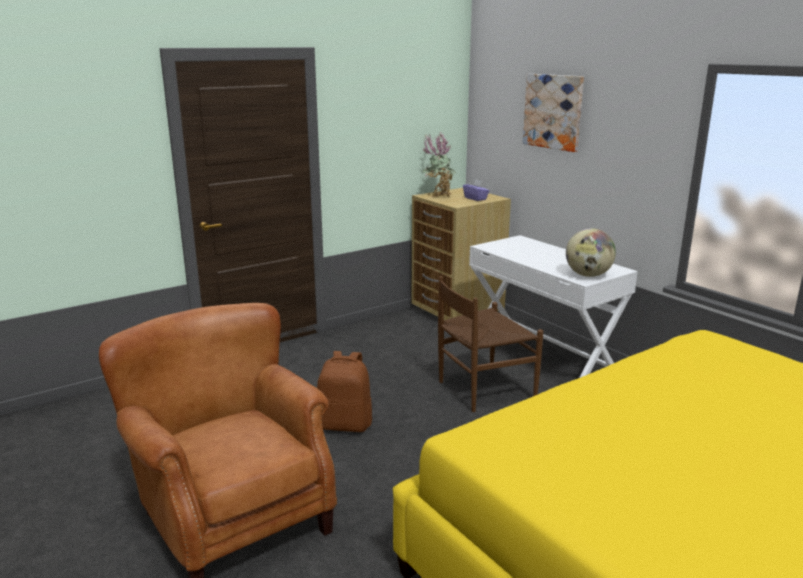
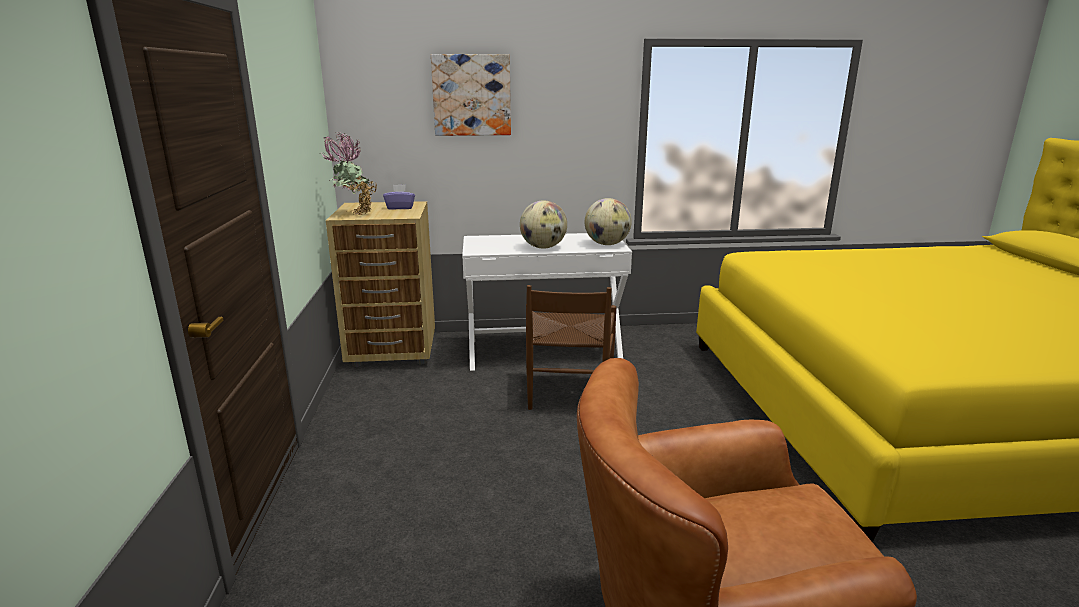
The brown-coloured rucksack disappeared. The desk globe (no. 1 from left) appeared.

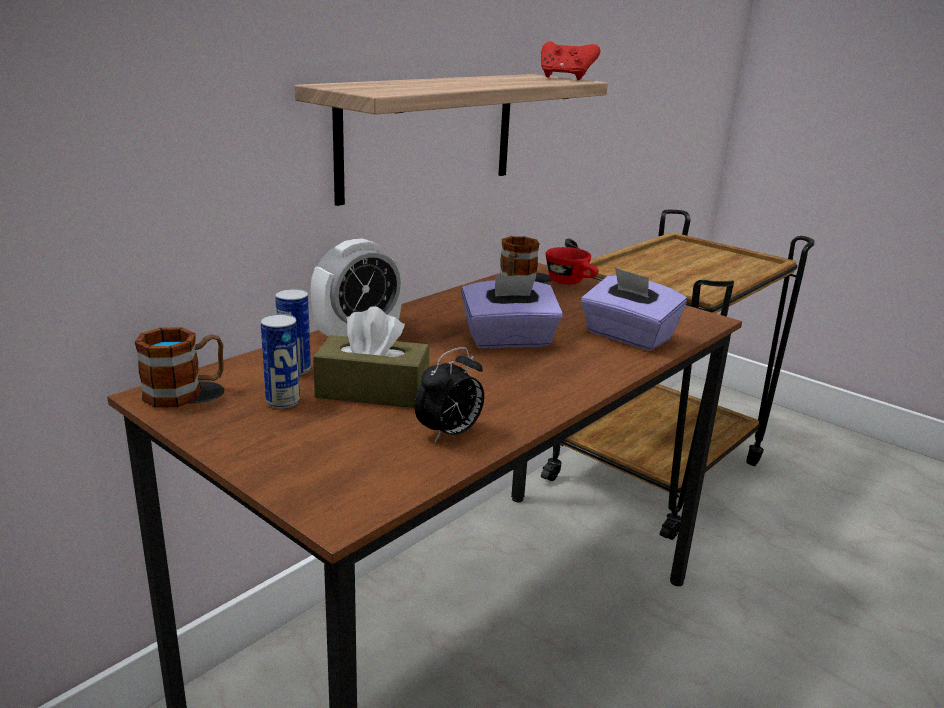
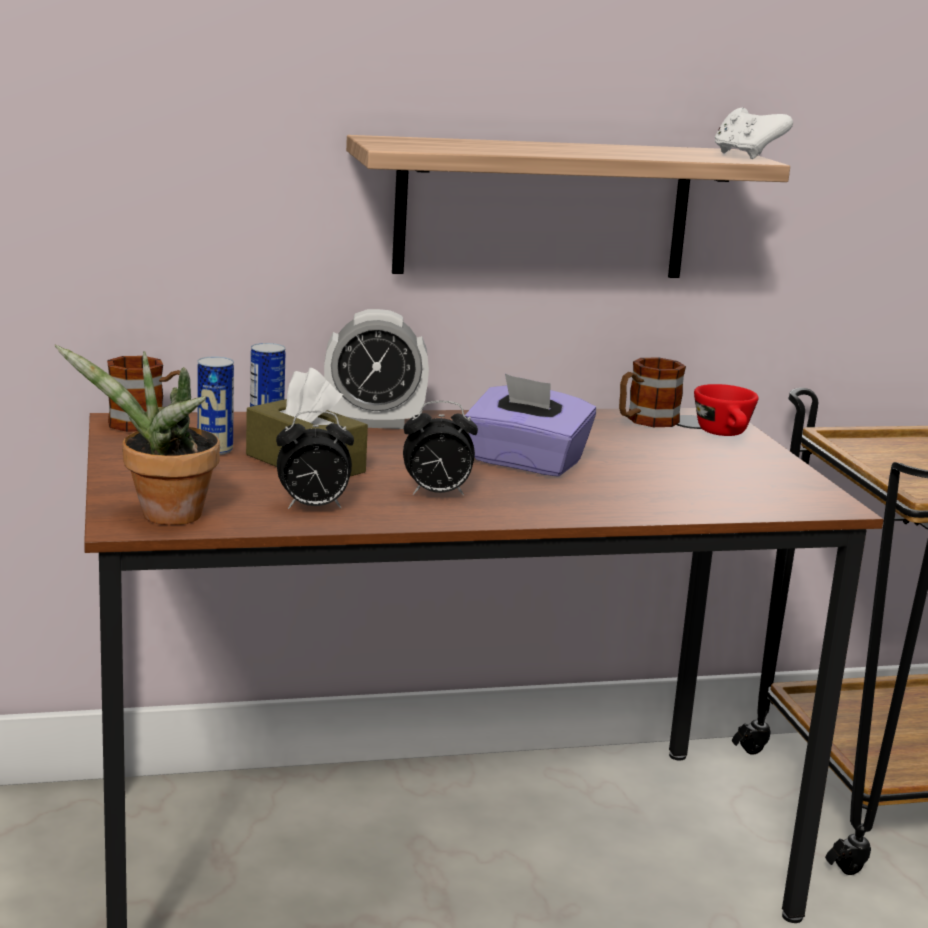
The red joypad became the white joypad. The purple-coloured tissue box (no. 2 from left) disappeared. The houseplant appeared. The alarm clock (no. 3 from left) appeared.

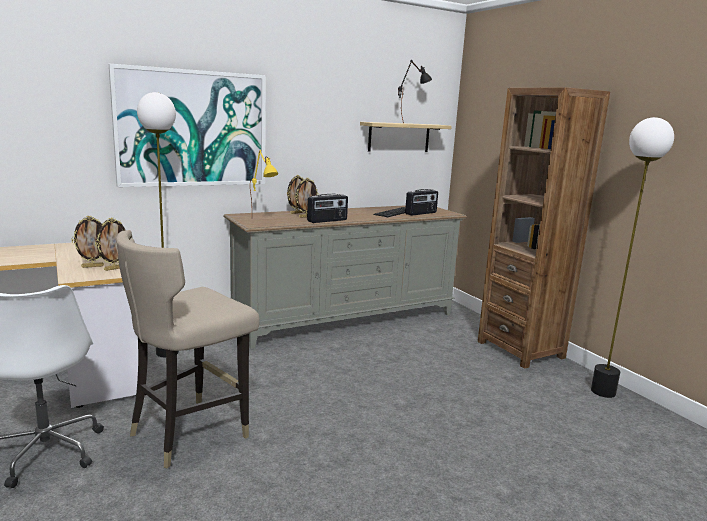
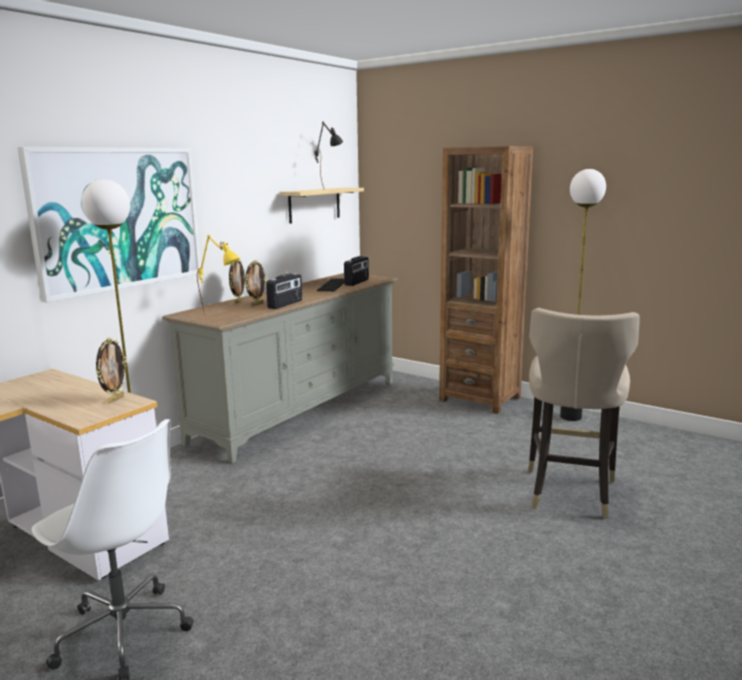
The standing frame (no. 1 from left) disappeared. The sand-coloured stool seat moved.

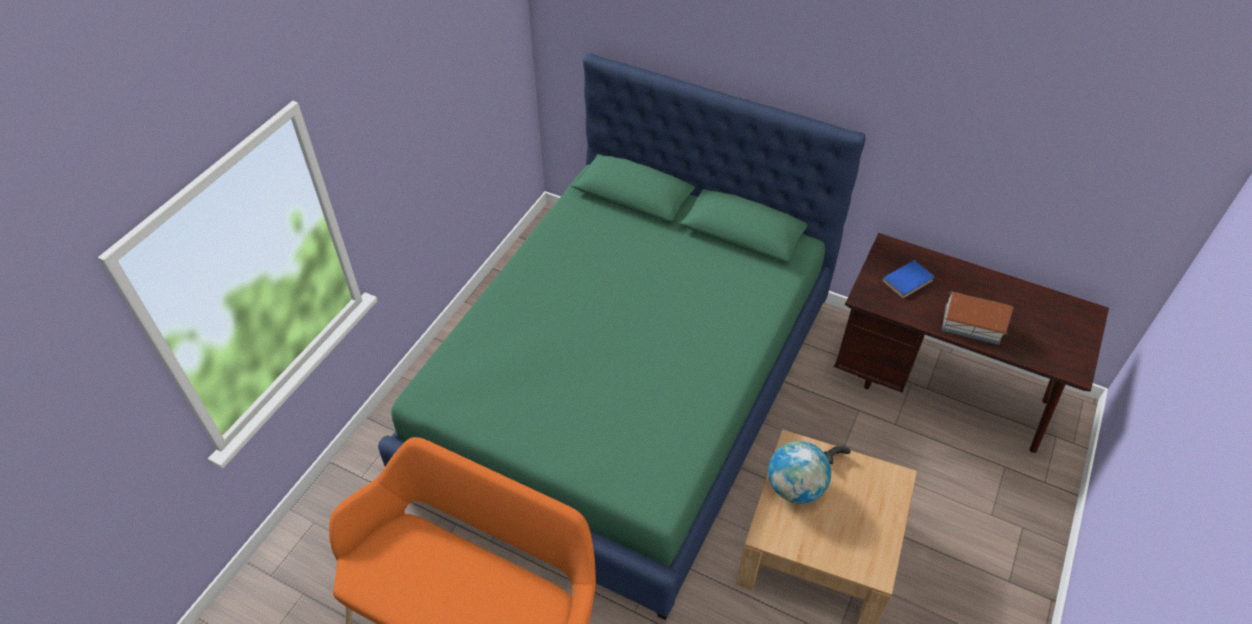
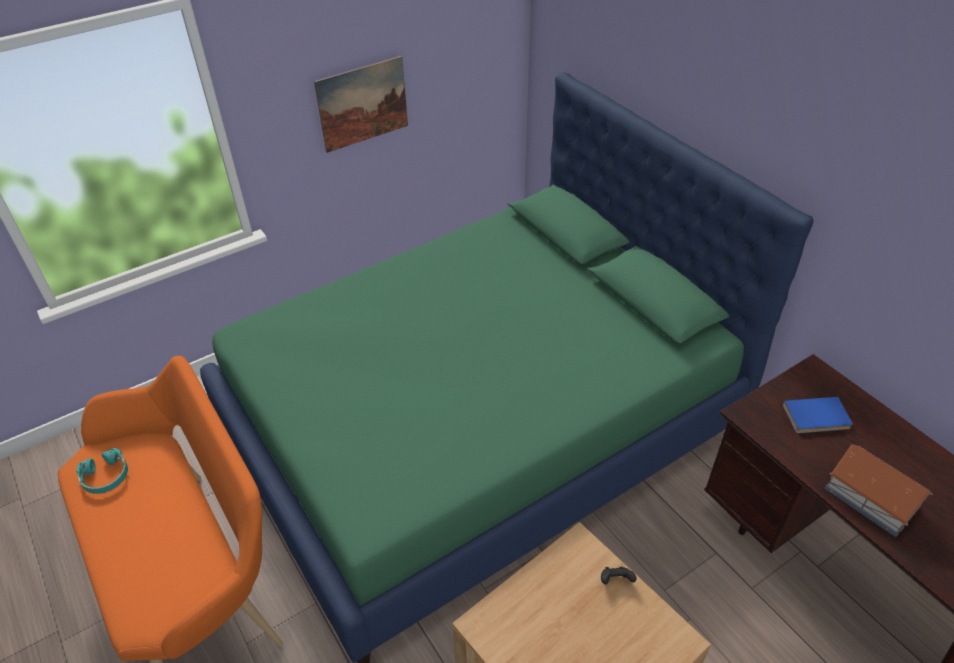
The desk globe disappeared. The wall art appeared. The turquoise headphones appeared.

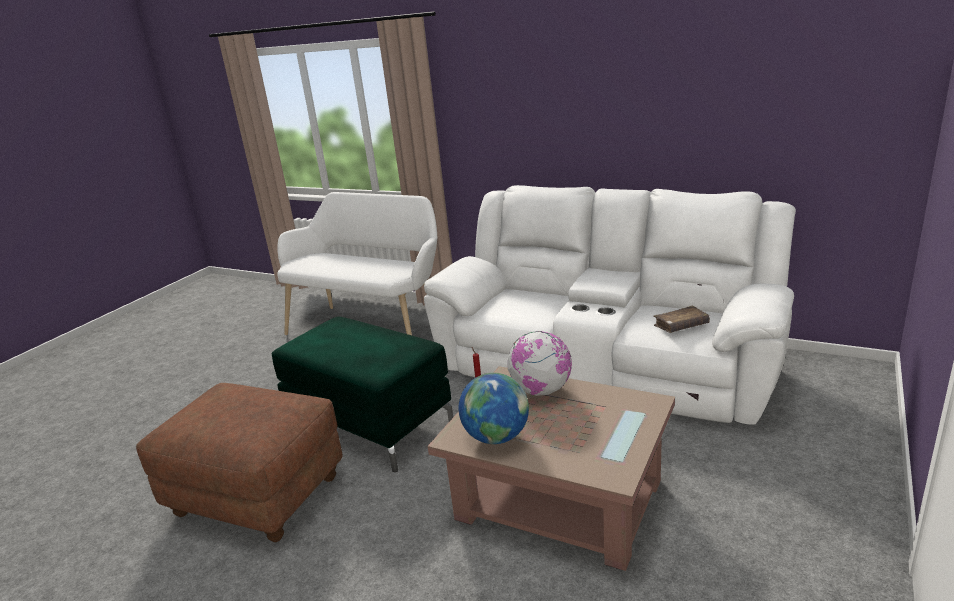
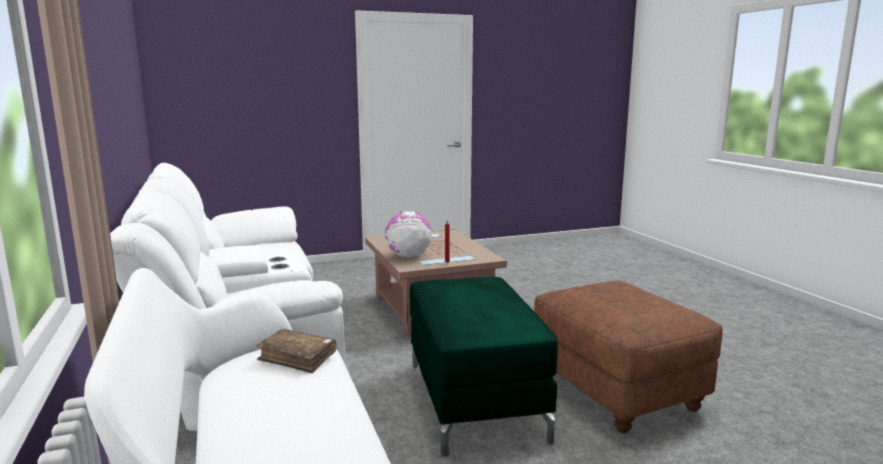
The brown-coloured volume moved. The desk globe (no. 1 from left) disappeared.

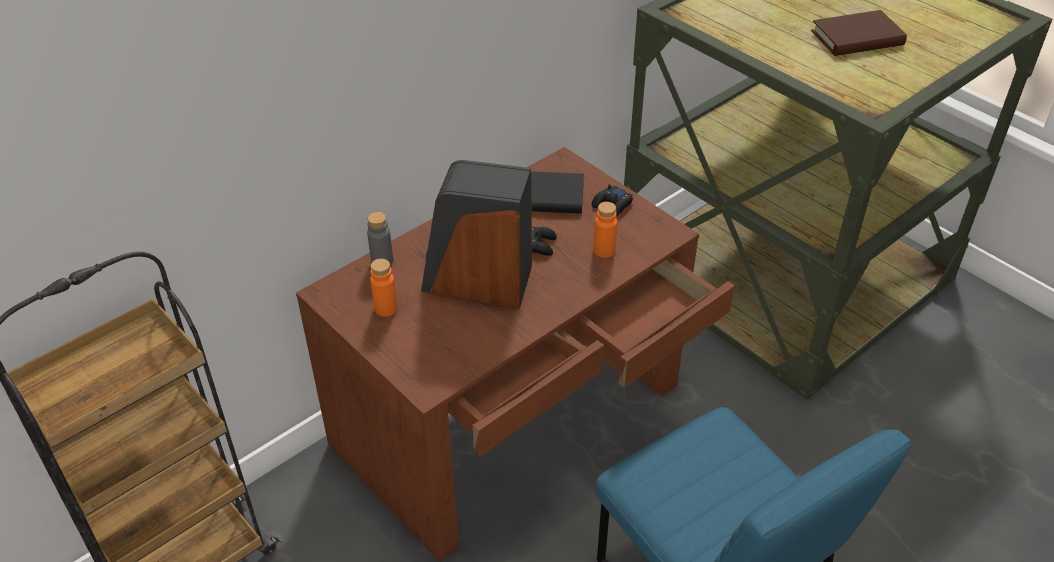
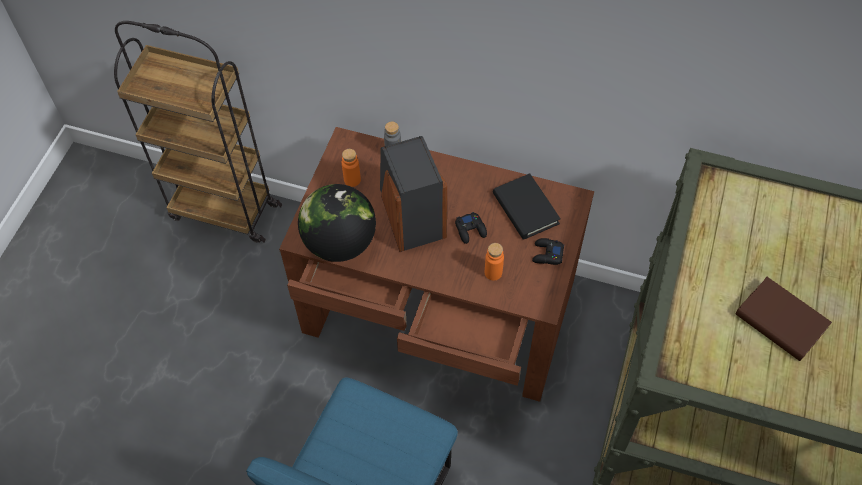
The desk globe appeared.

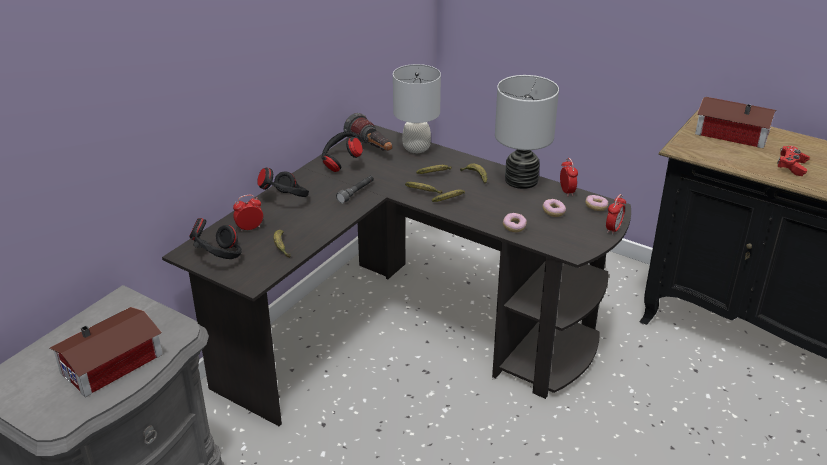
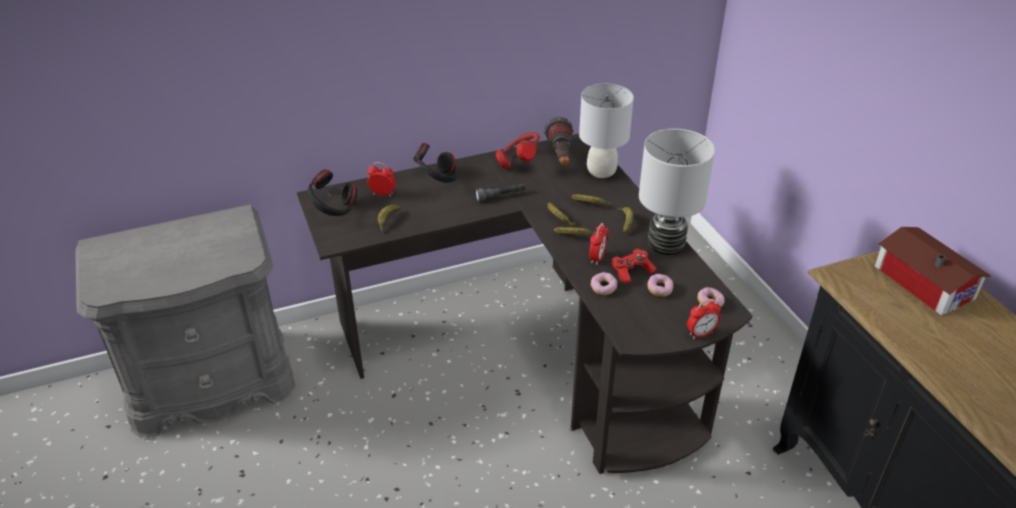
The blackish headphones (no. 3 from left) became the red headphones. The red joypad moved. The alarm clock (no. 2 from left) moved. The model house (no. 1 from left) disappeared.

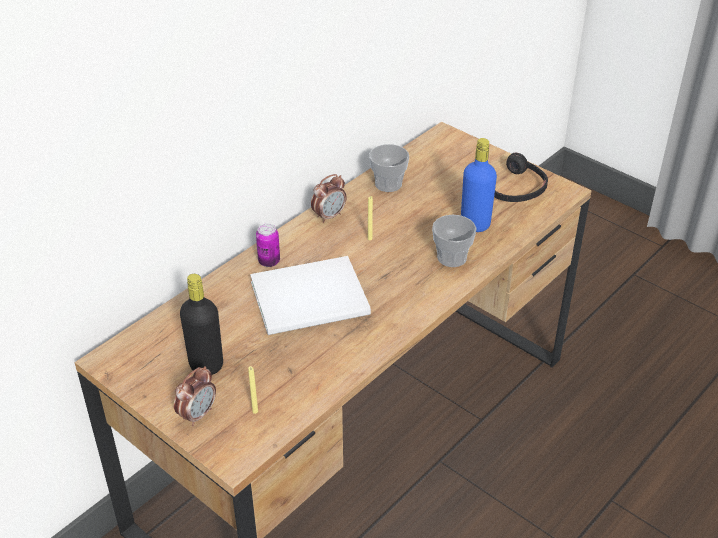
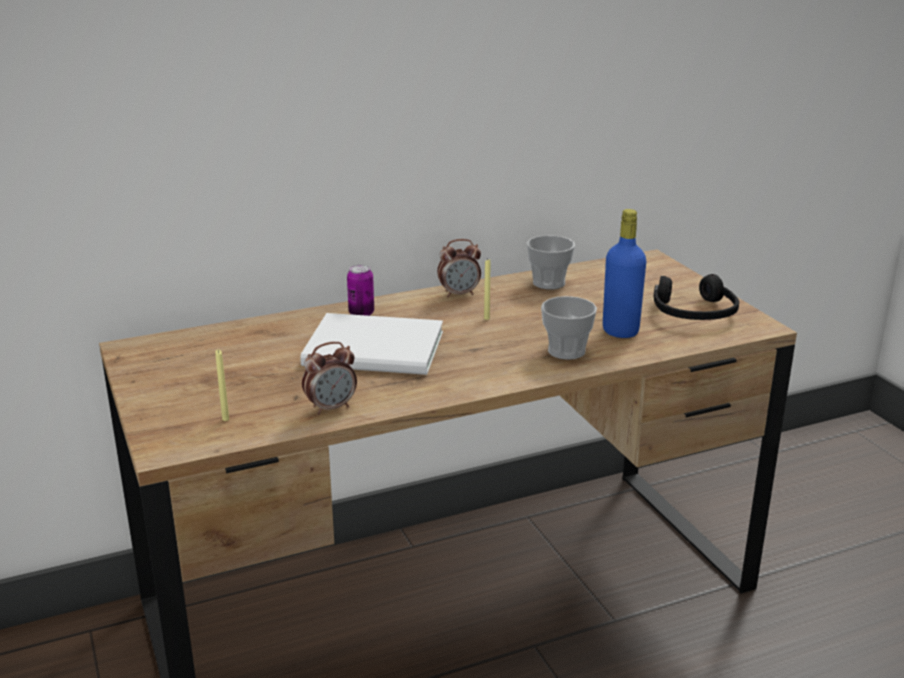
The blackish drink bottle disappeared. The alarm clock (no. 1 from left) moved.

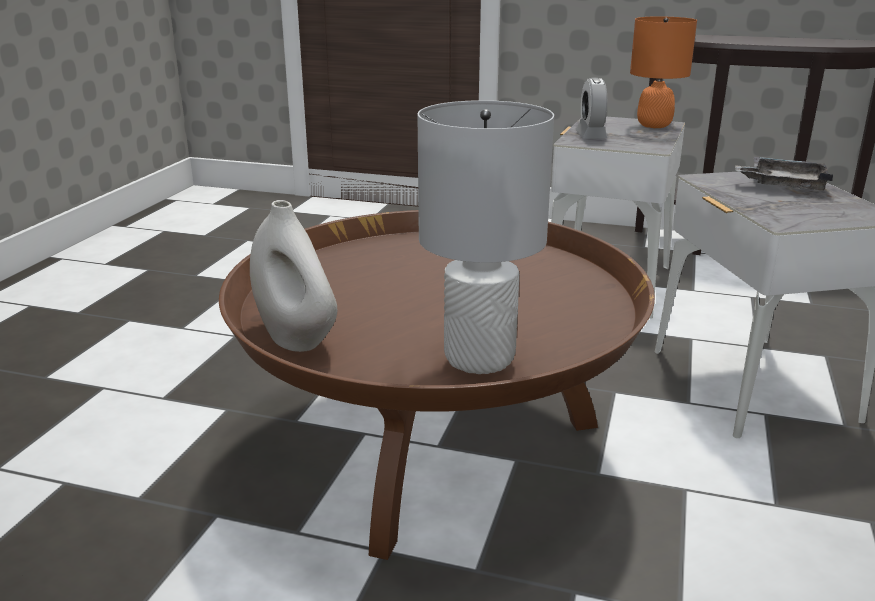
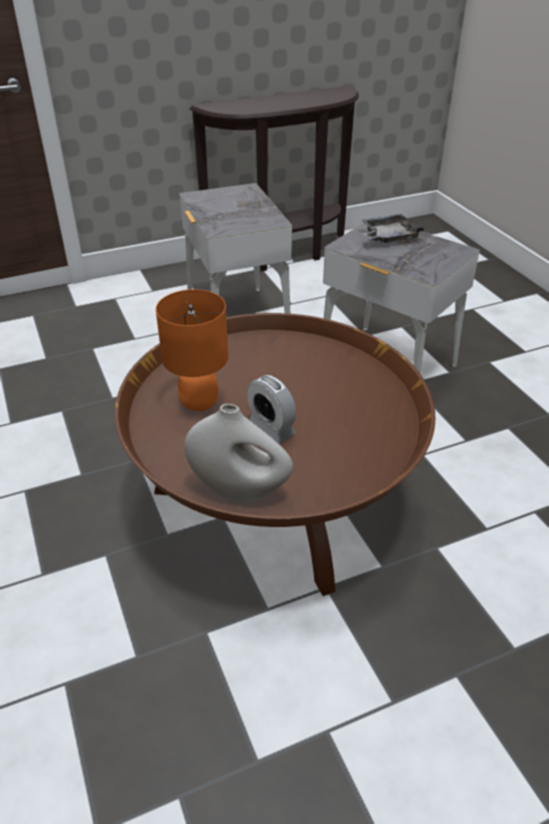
The orange table lamp moved. The alarm clock moved. The grey table lamp disappeared.

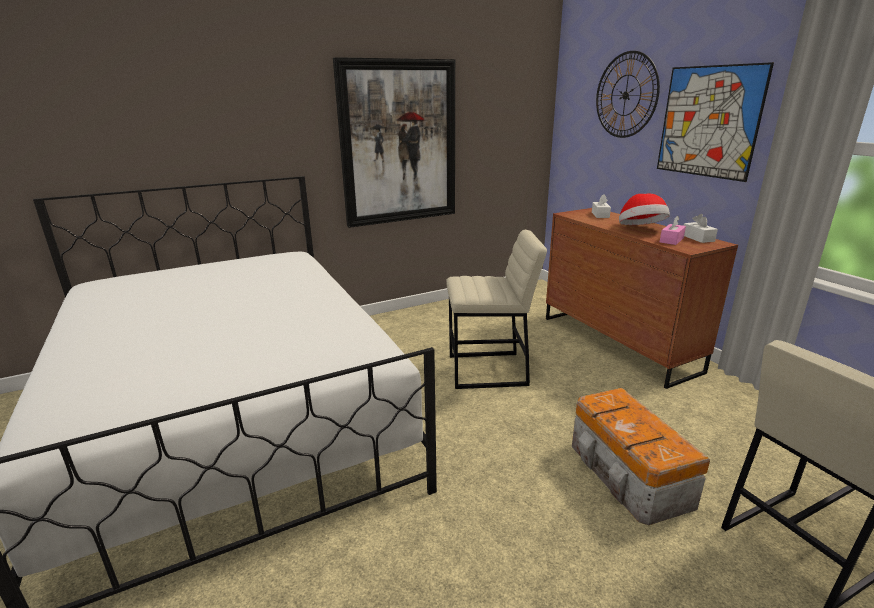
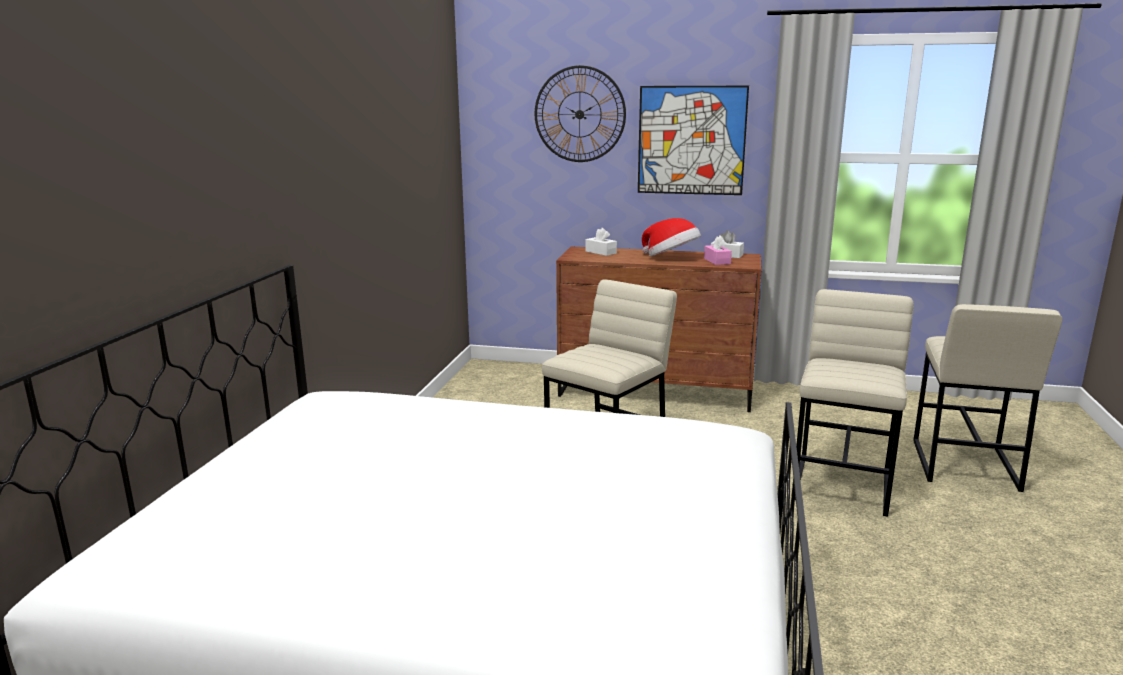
The wall art (no. 1 from left) disappeared. The storage bin was replaced by the sand-coloured upright chair (no. 2 from left).

